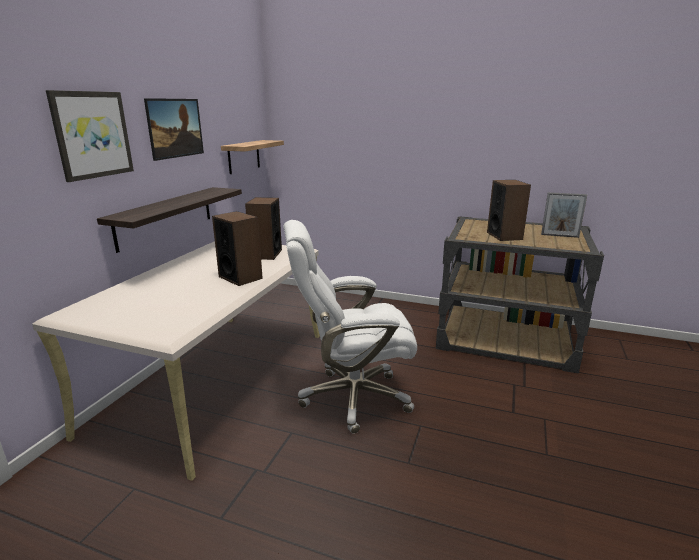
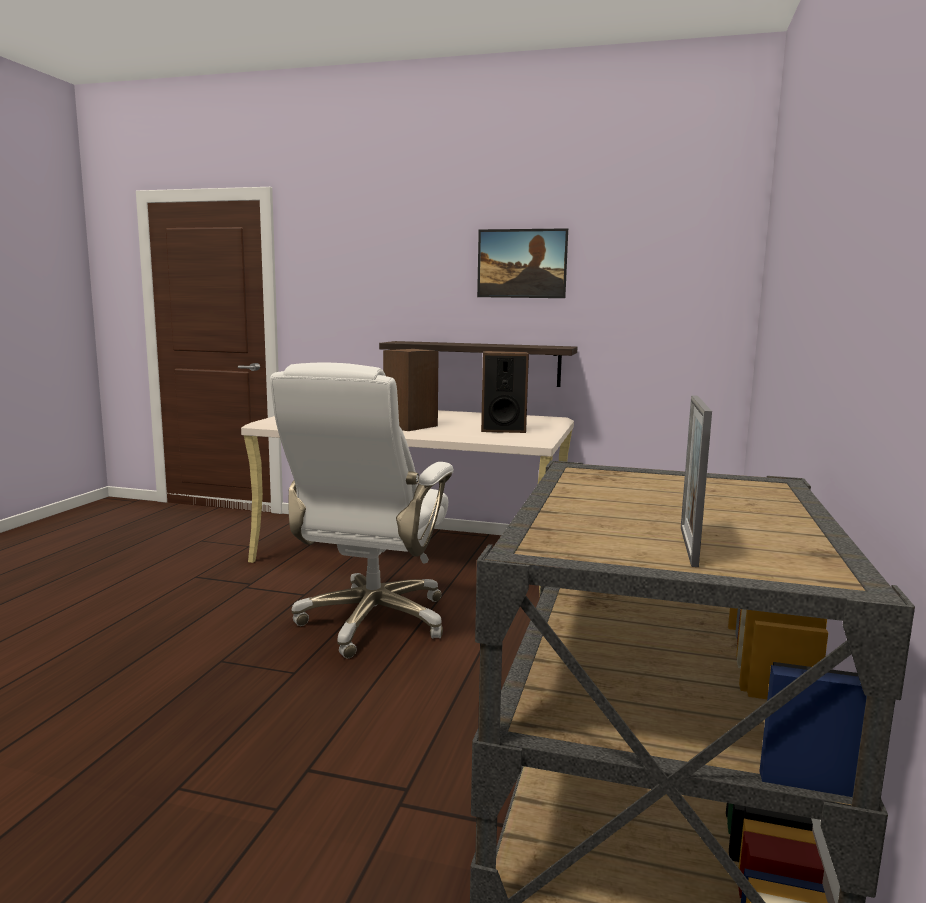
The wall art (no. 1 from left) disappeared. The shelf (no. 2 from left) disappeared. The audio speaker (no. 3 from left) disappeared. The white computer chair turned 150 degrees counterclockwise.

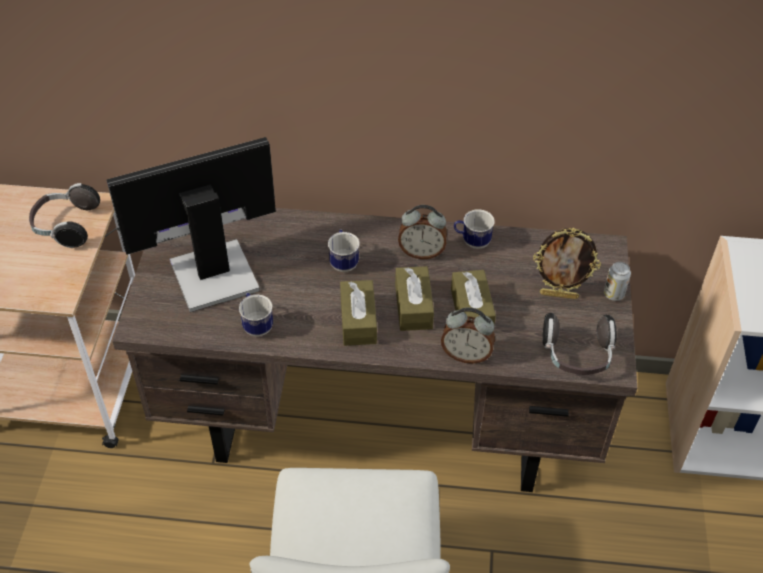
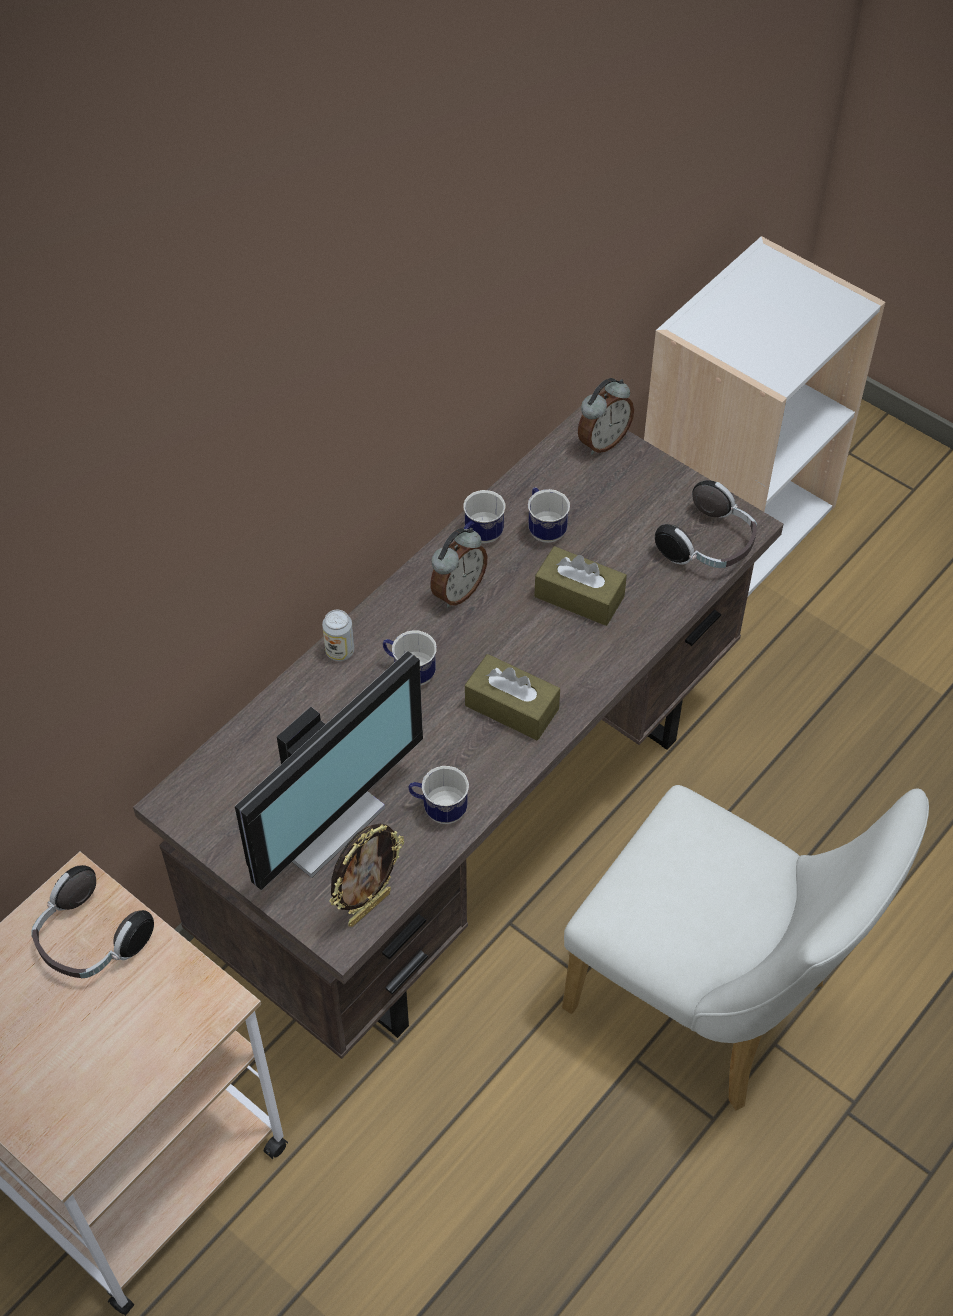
The monitor turned 150 degrees counterclockwise. The standing frame moved. The can moved. The brown-coloured tissue box (no. 2 from left) disappeared. The alarm clock (no. 2 from left) moved. The coffee mug (no. 4 from left) appeared.

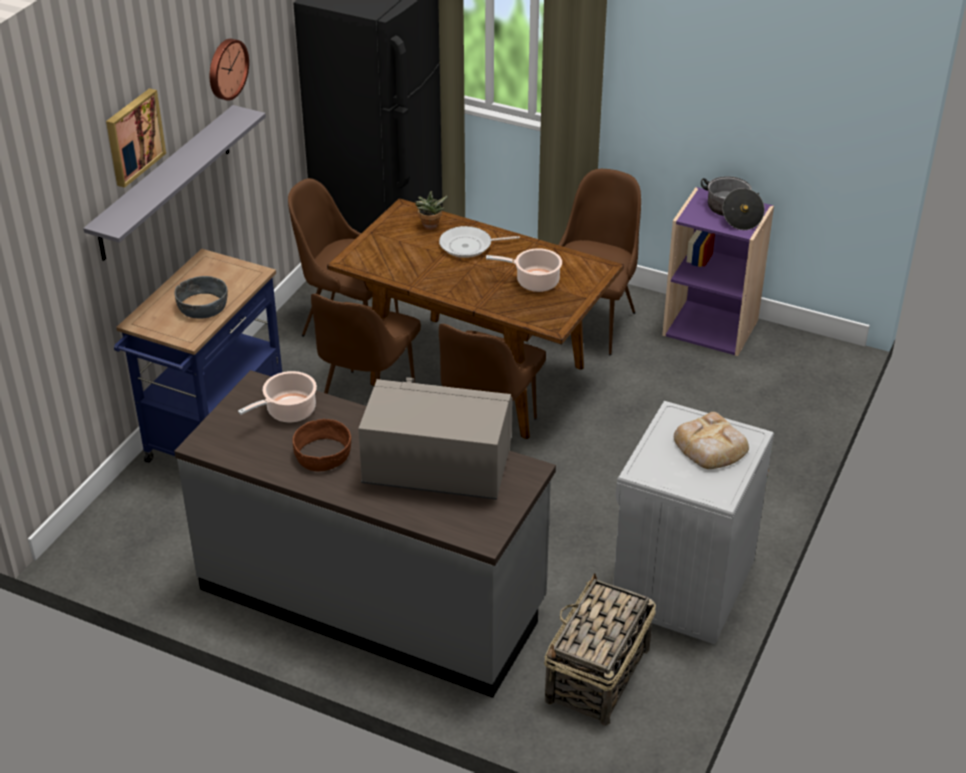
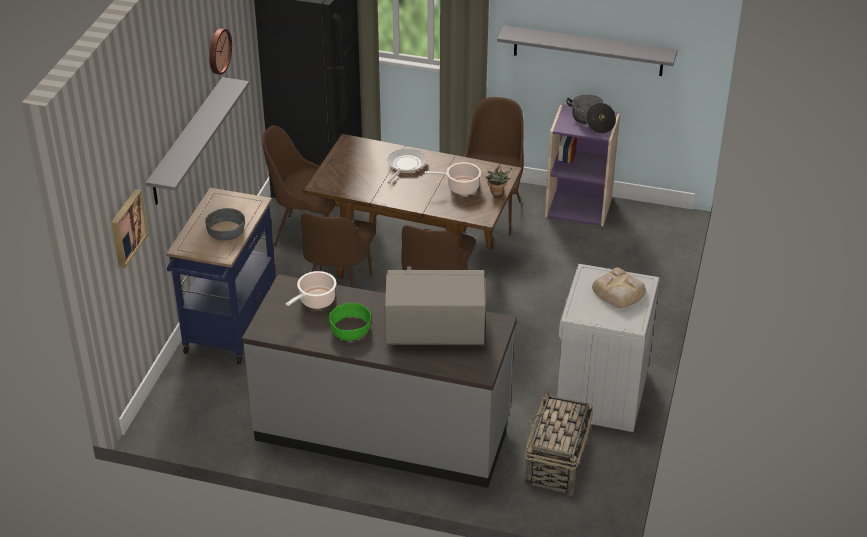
The wall art moved. The houseplant moved. The pan turned 135 degrees clockwise. The brown-coloured deep dish became the green-coloured deep dish. The grey shelf (no. 2 from left) appeared.

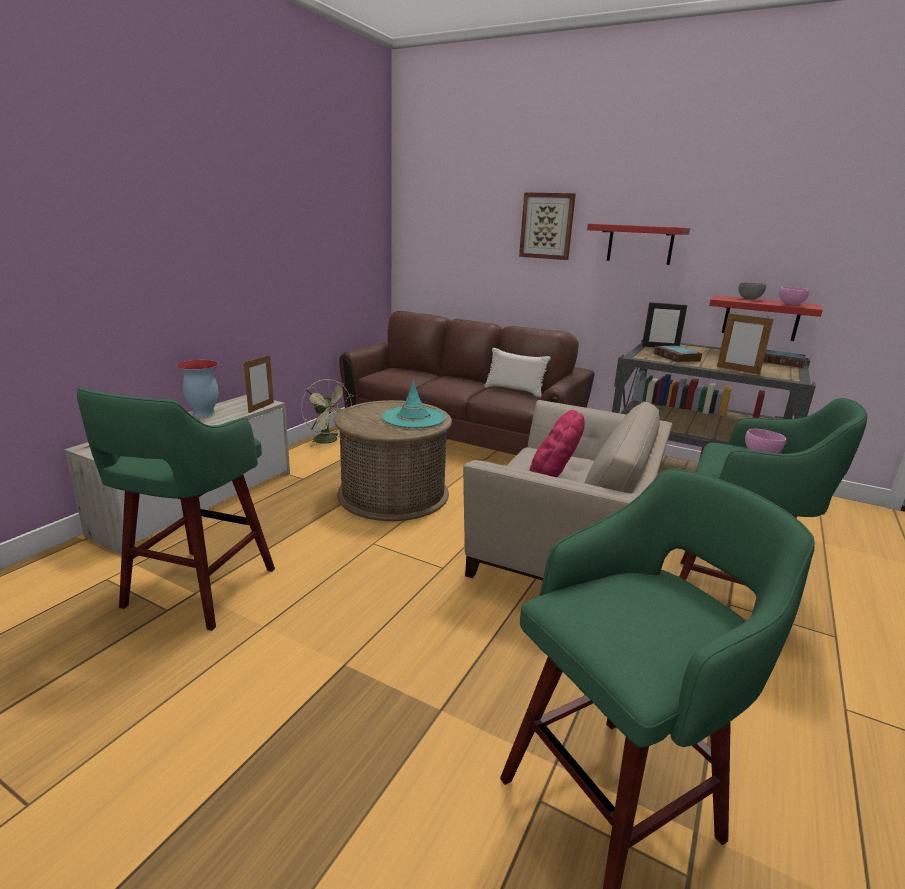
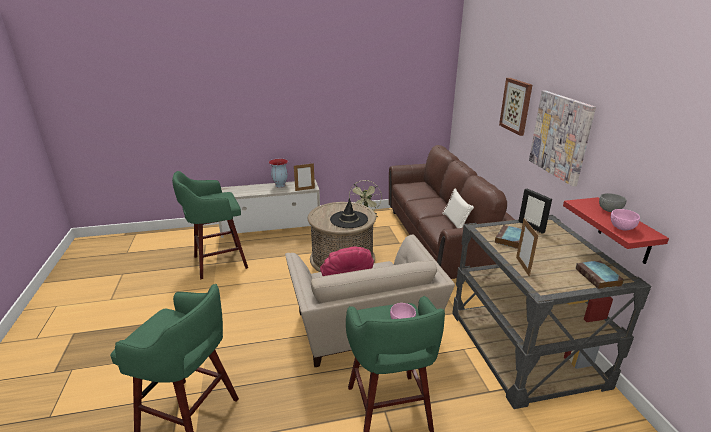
The red shelf (no. 1 from left) was replaced by the wall art (no. 2 from left). The turquoise hat became the blackish hat.

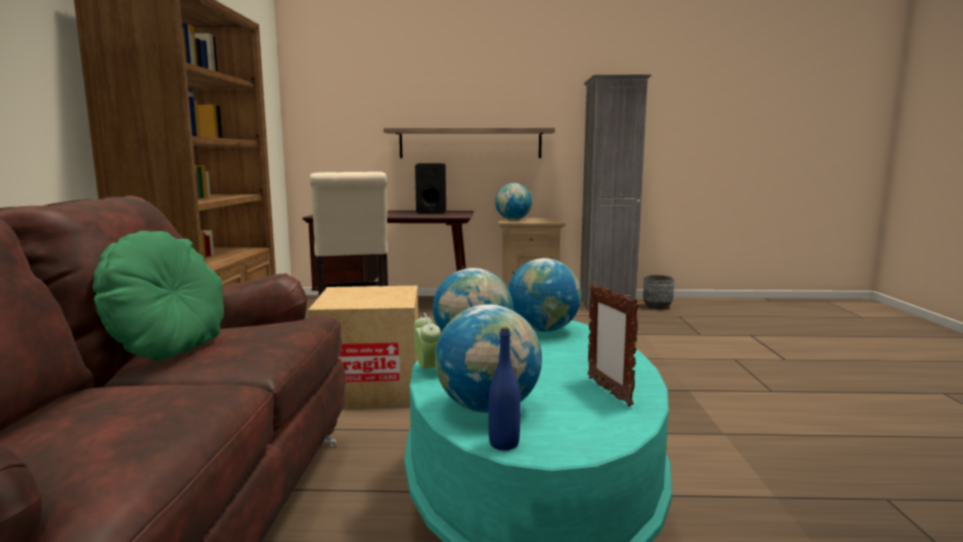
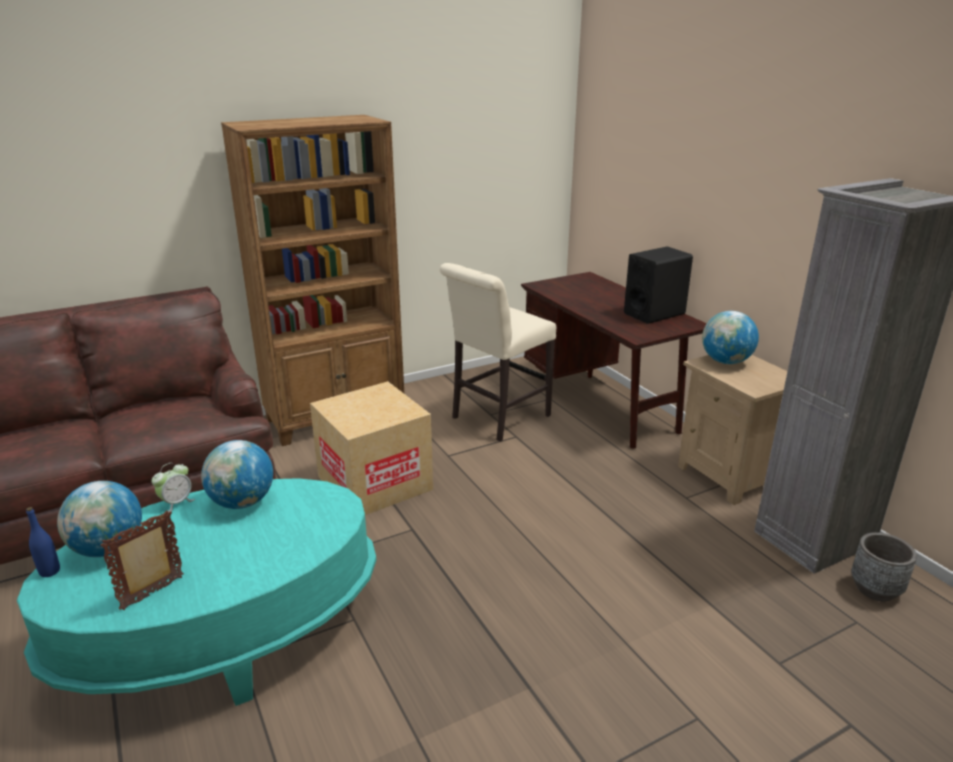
The shelf disappeared. The green-coloured cushion disappeared. The desk globe (no. 4 from left) disappeared.

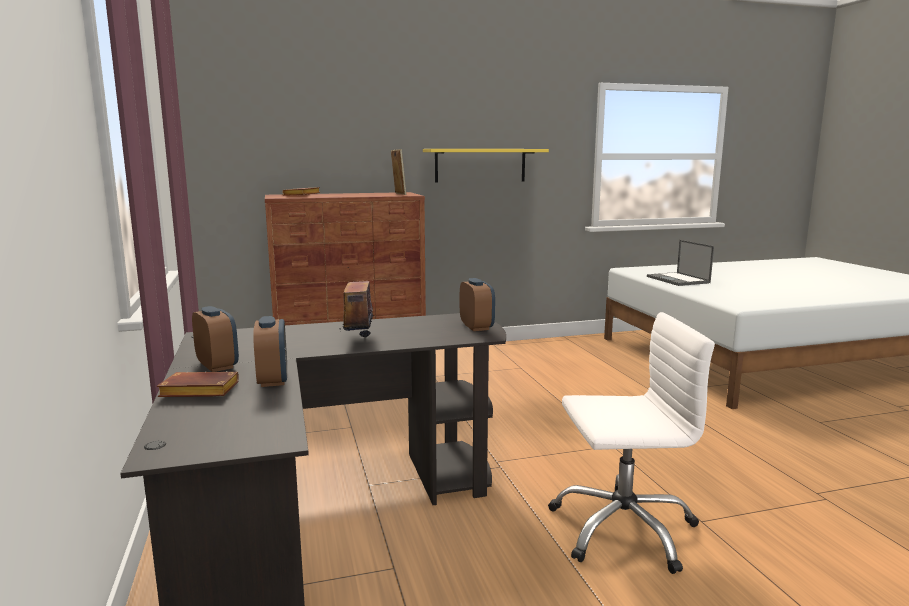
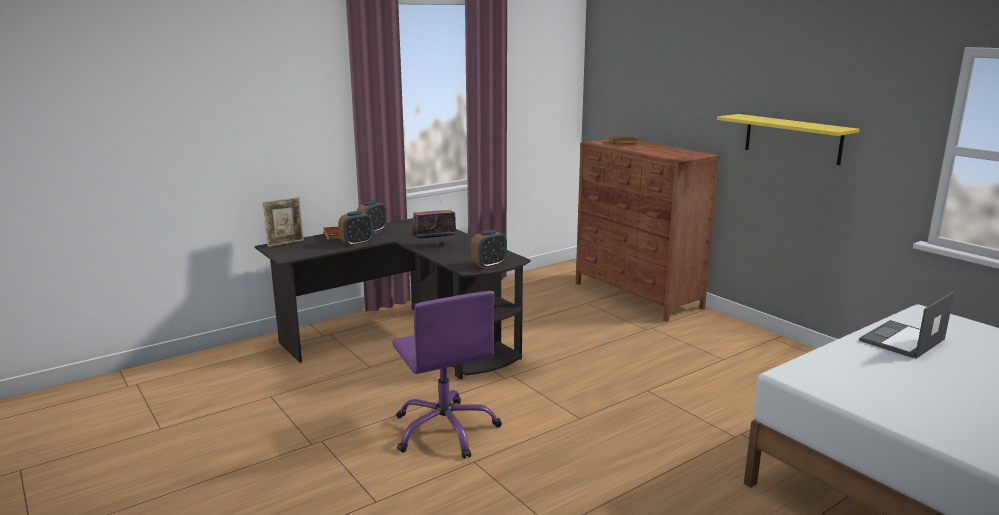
The standing frame moved. The white computer chair became the purple-coloured computer chair.

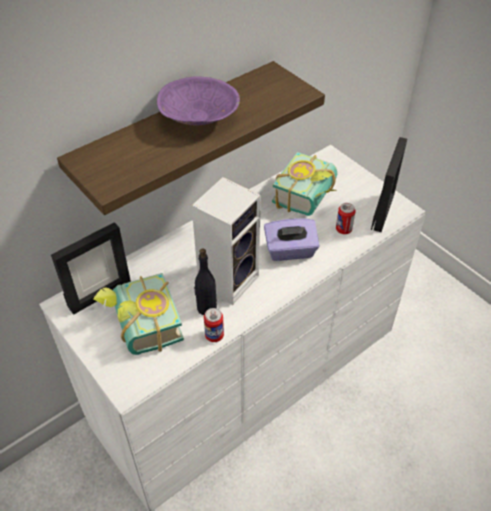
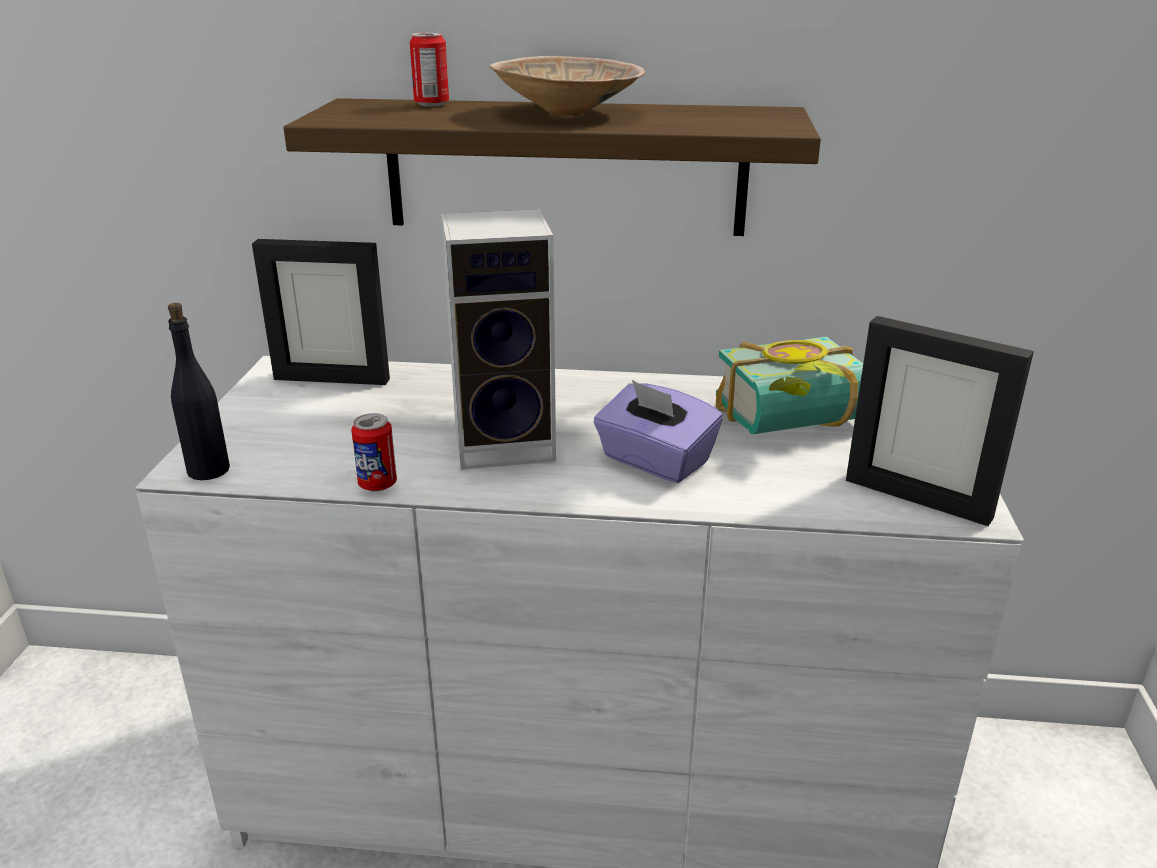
The purple-coloured deep dish became the sand-coloured deep dish. The standing frame (no. 2 from left) turned 60 degrees clockwise. The can (no. 2 from left) moved. The blackish drink bottle moved. The volume (no. 1 from left) disappeared.

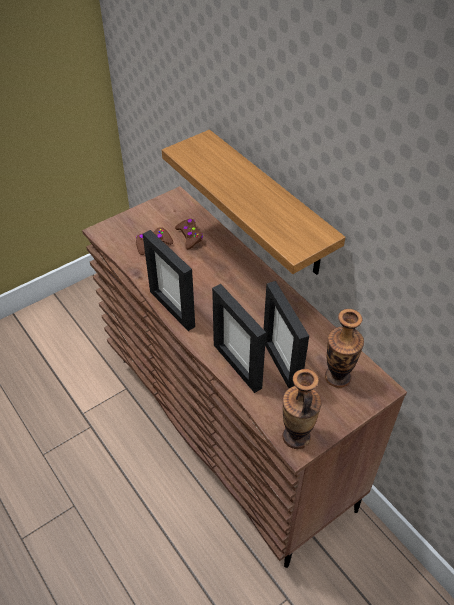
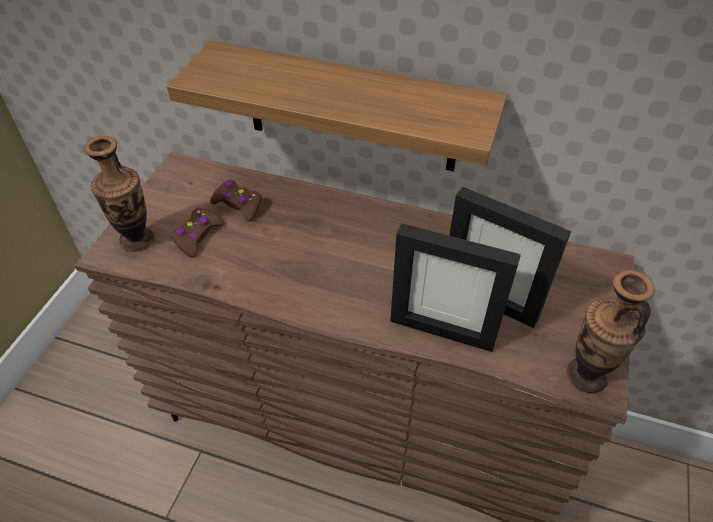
The standing frame (no. 1 from left) disappeared. The decorative vase (no. 2 from left in the first image) moved.

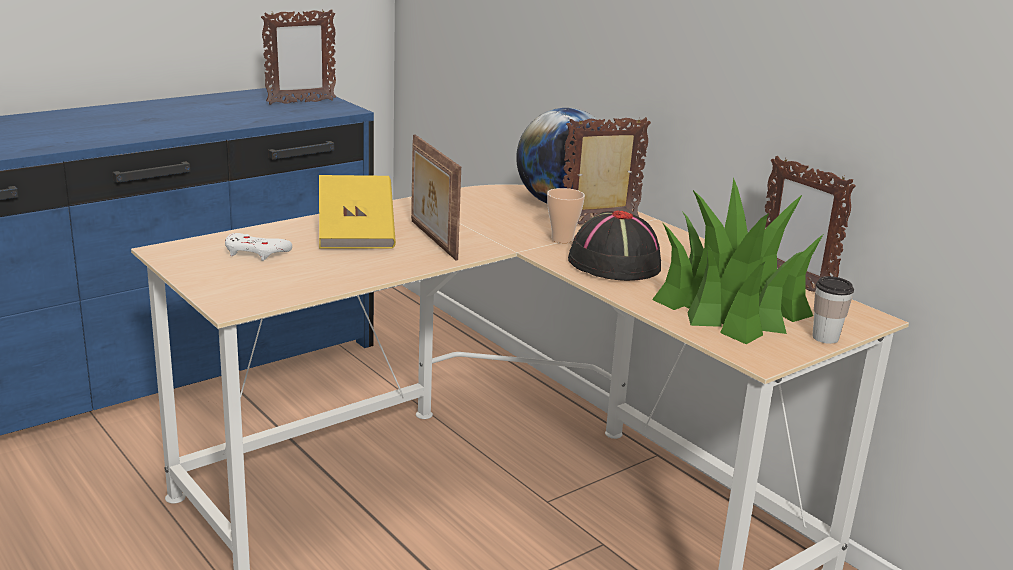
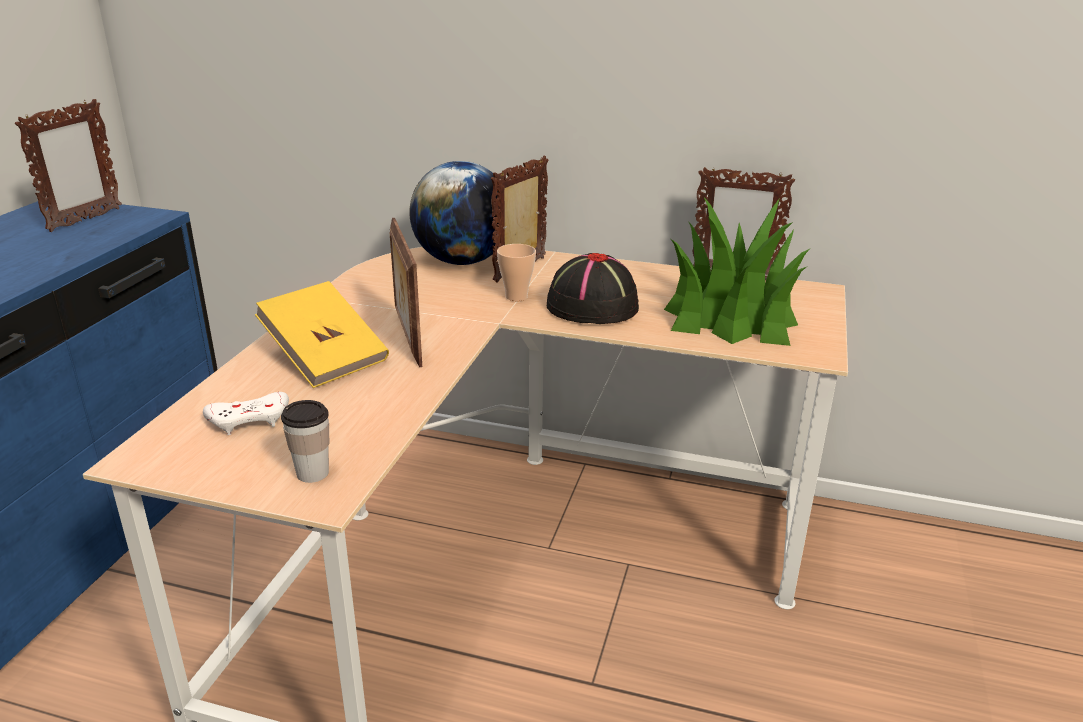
The standing frame (no. 2 from left) turned 45 degrees clockwise. The cup (no. 2 from left in the first image) moved.

